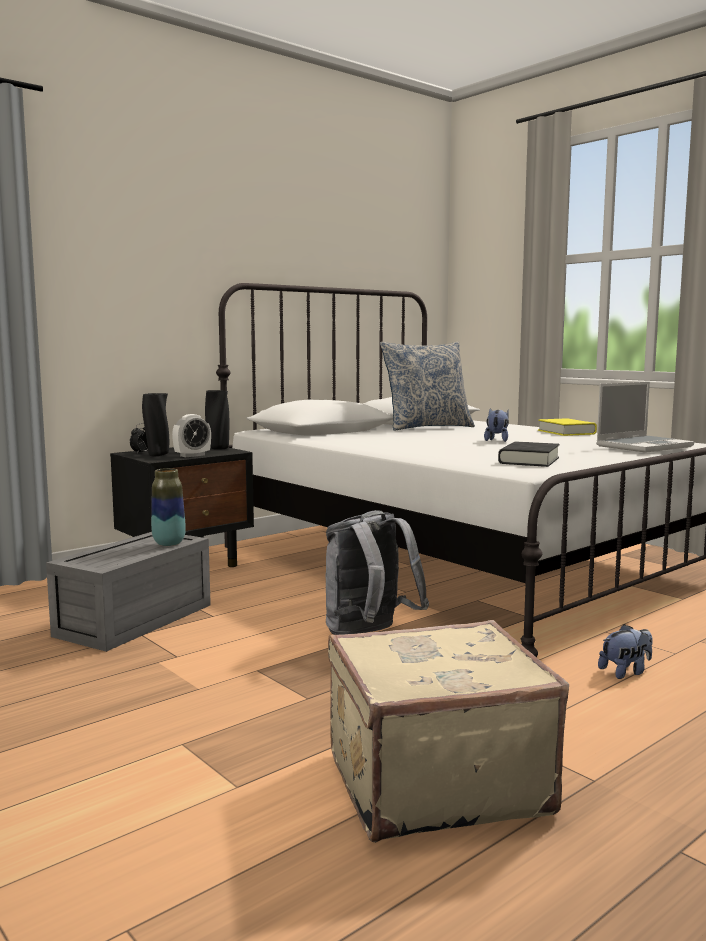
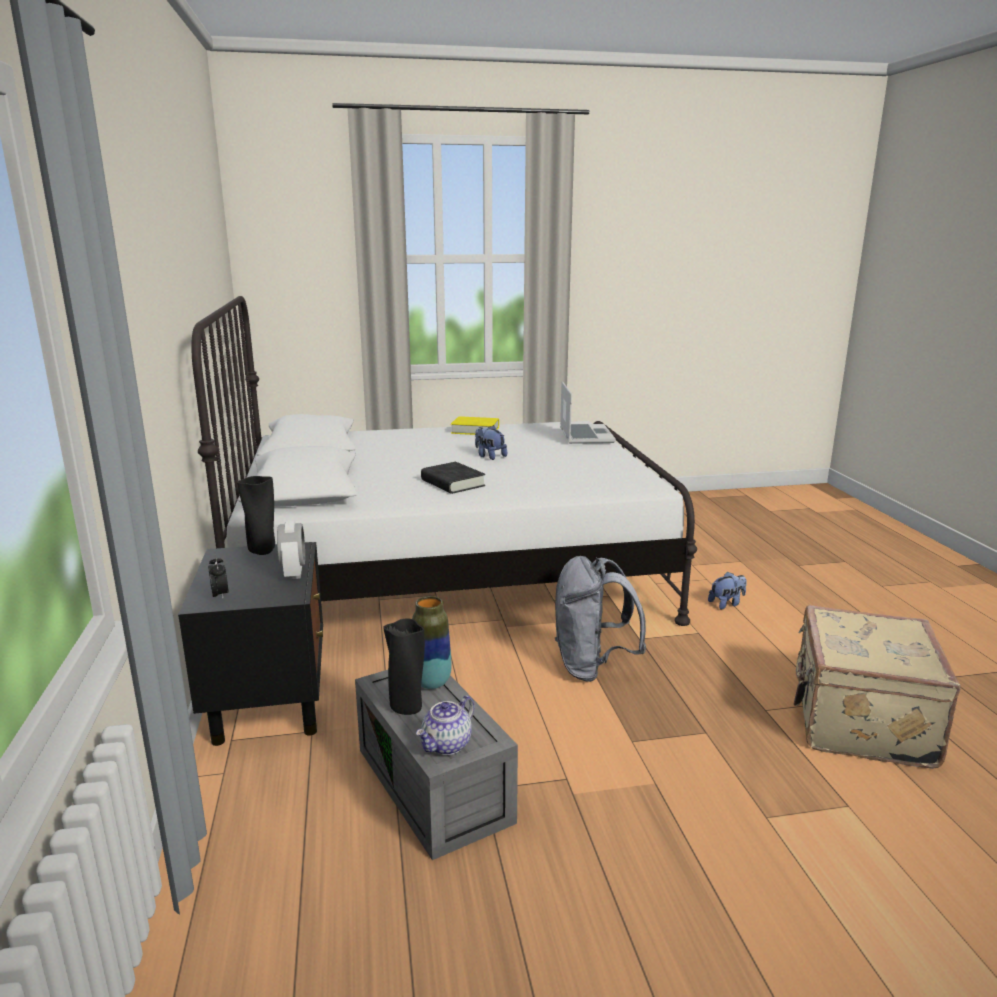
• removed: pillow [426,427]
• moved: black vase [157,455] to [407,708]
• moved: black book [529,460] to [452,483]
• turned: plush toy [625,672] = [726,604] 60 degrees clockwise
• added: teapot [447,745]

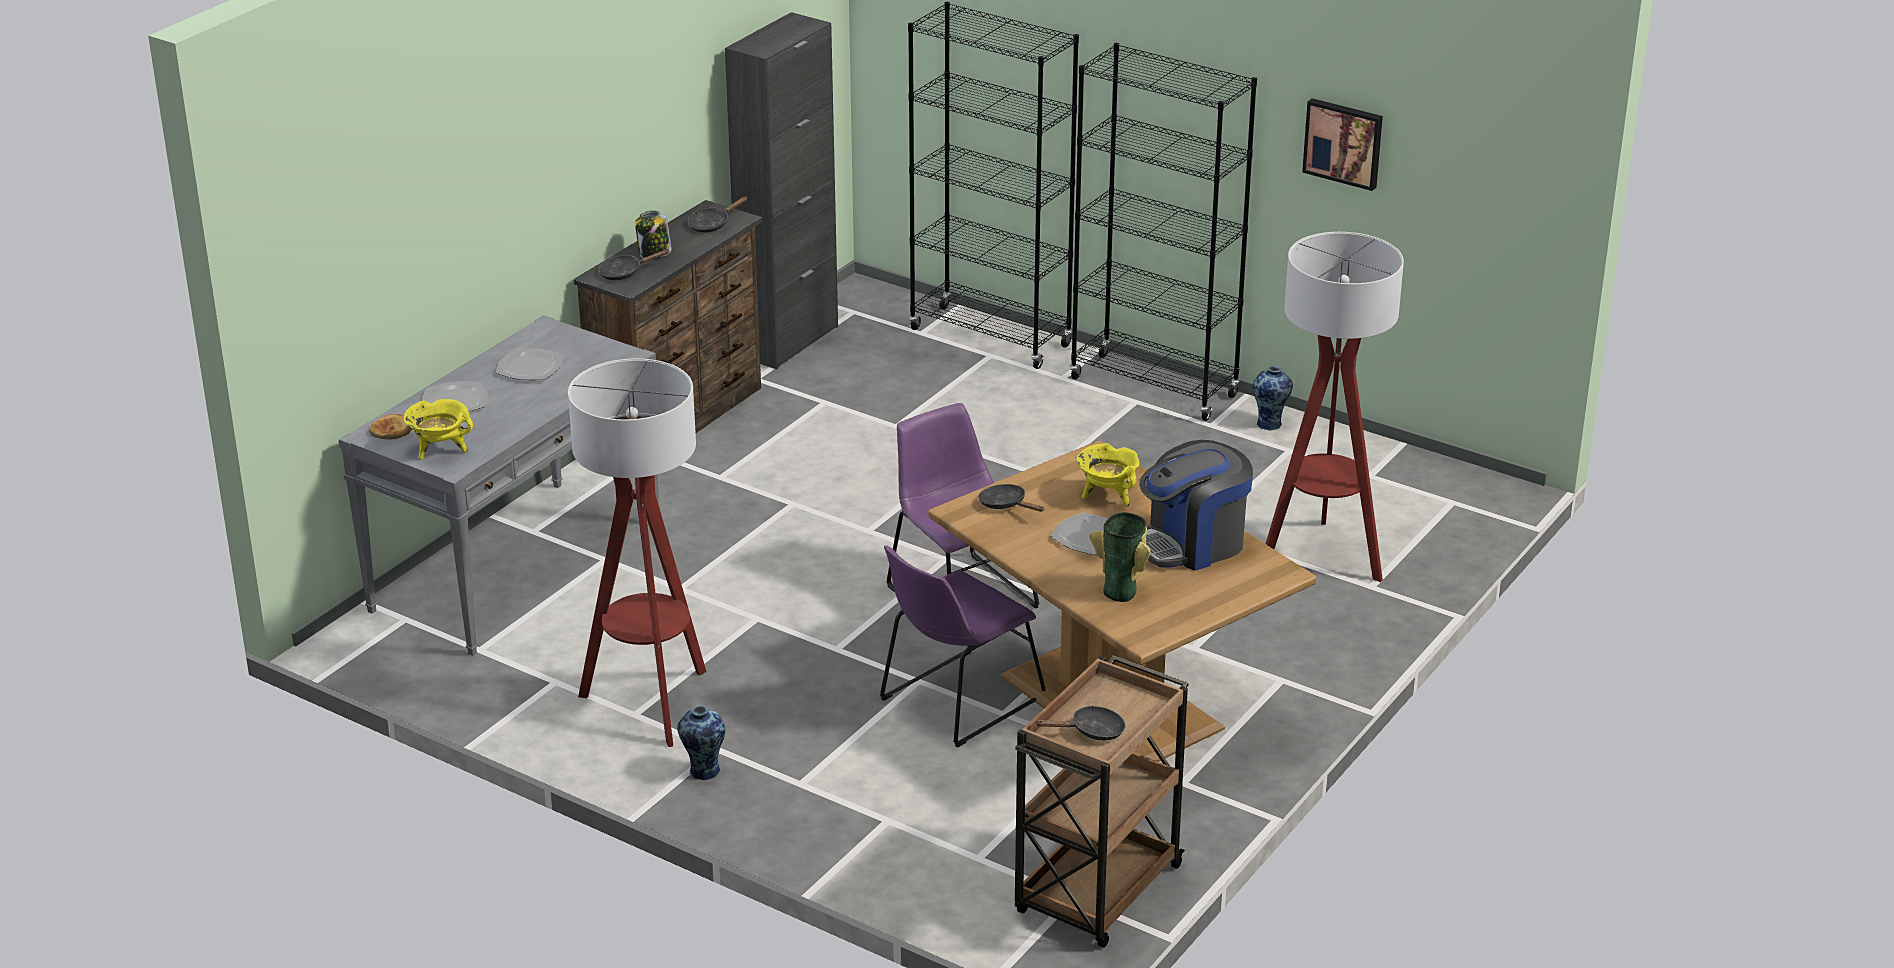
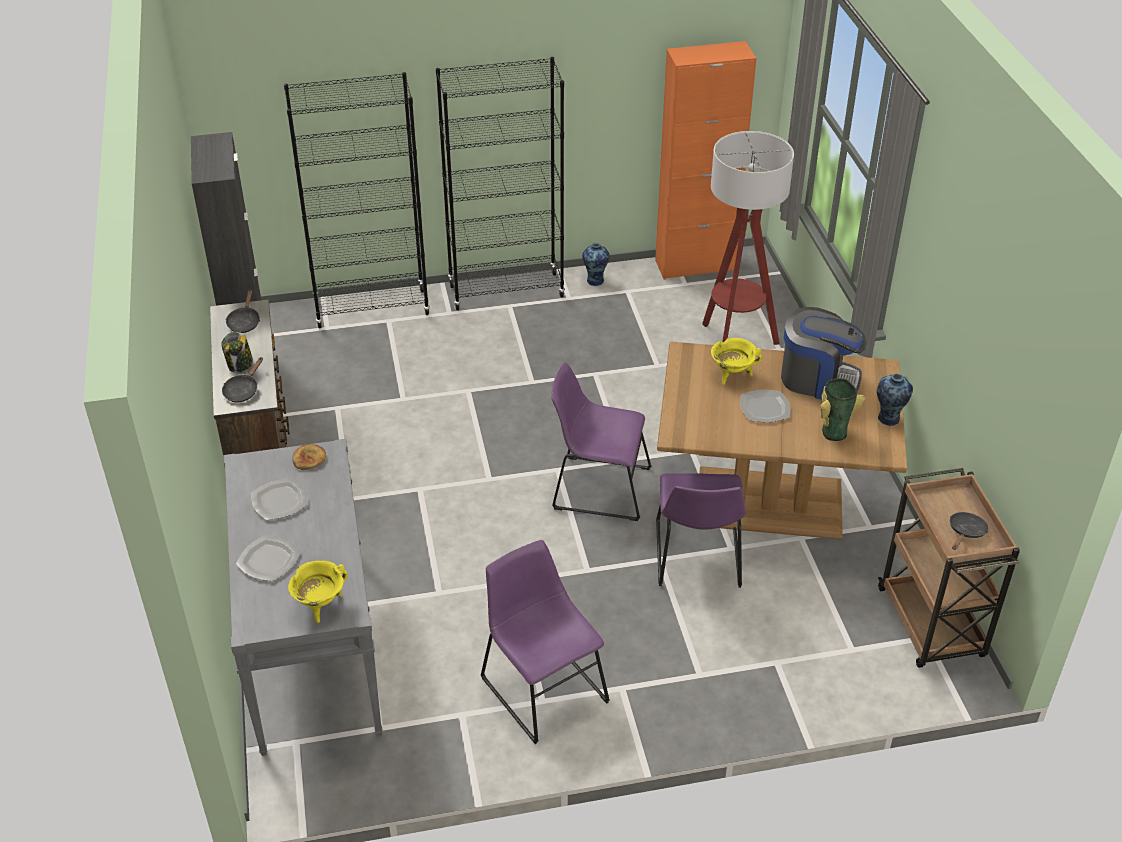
• removed: picture [1344,142]
• replaced: floor lamp [651,704] to purple chair [541,686]
• moved: bread [392,430] to [309,459]
• turned: coffee machine [1192,544] = [817,379] 90 degrees counterclockwise
• removed: black frying pan [1006,505]
• moved: vase [703,771] to [888,419]
• added: orange cabinet [695,265]

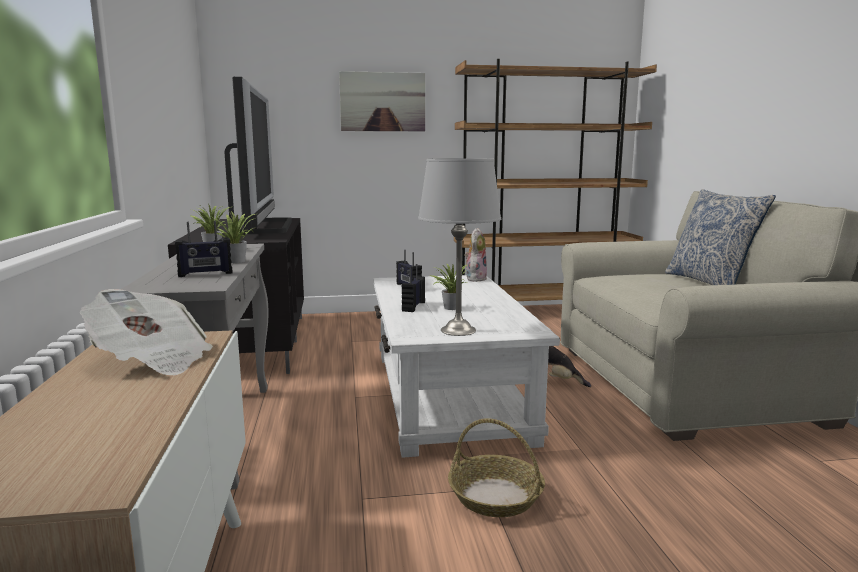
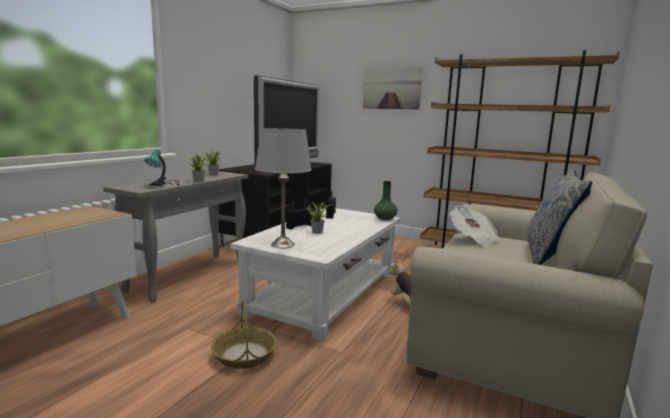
• replaced: radio [205,274] to table lamp [163,184]
• replaced: plush toy [475,278] to green vase [385,218]
• moved: newspaper [152,360] to [473,239]

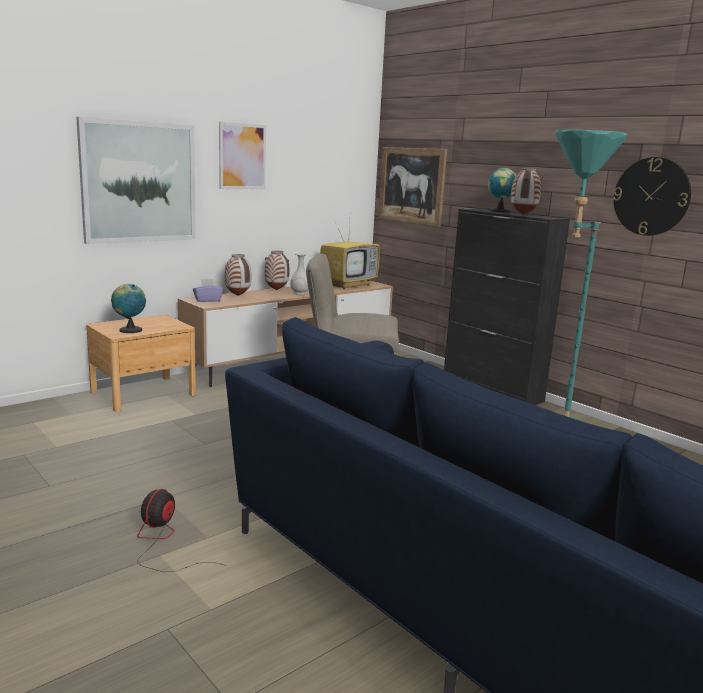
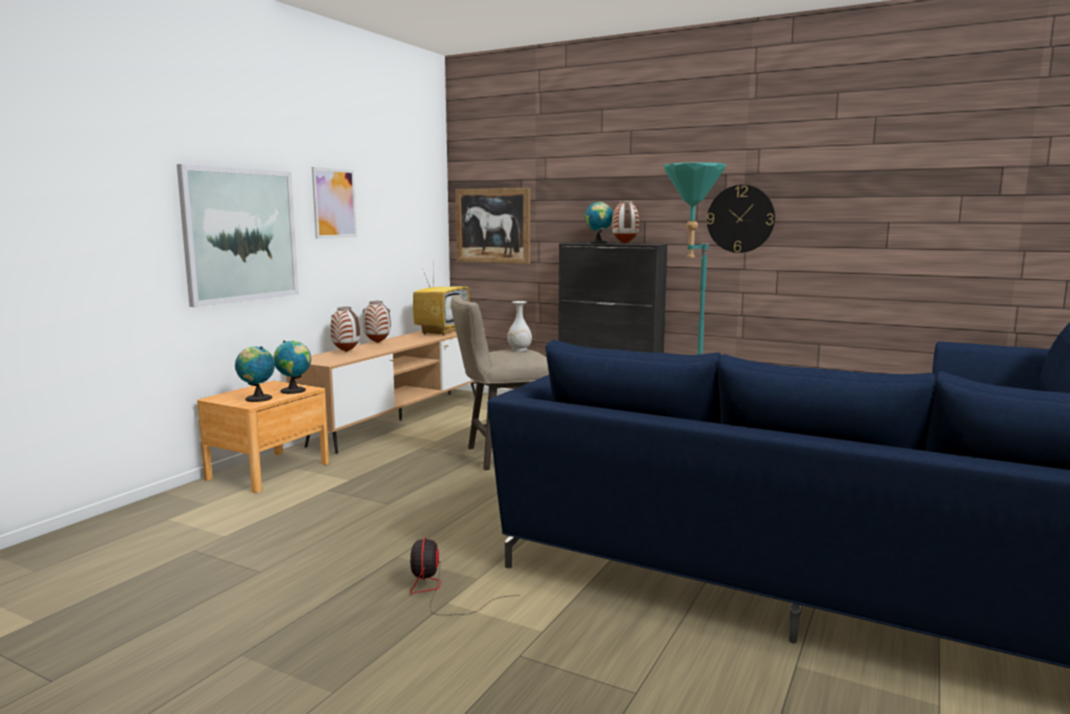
• moved: white vase [299,293] to [519,349]
• removed: purple tissue box [207,300]
• added: globe [295,391]

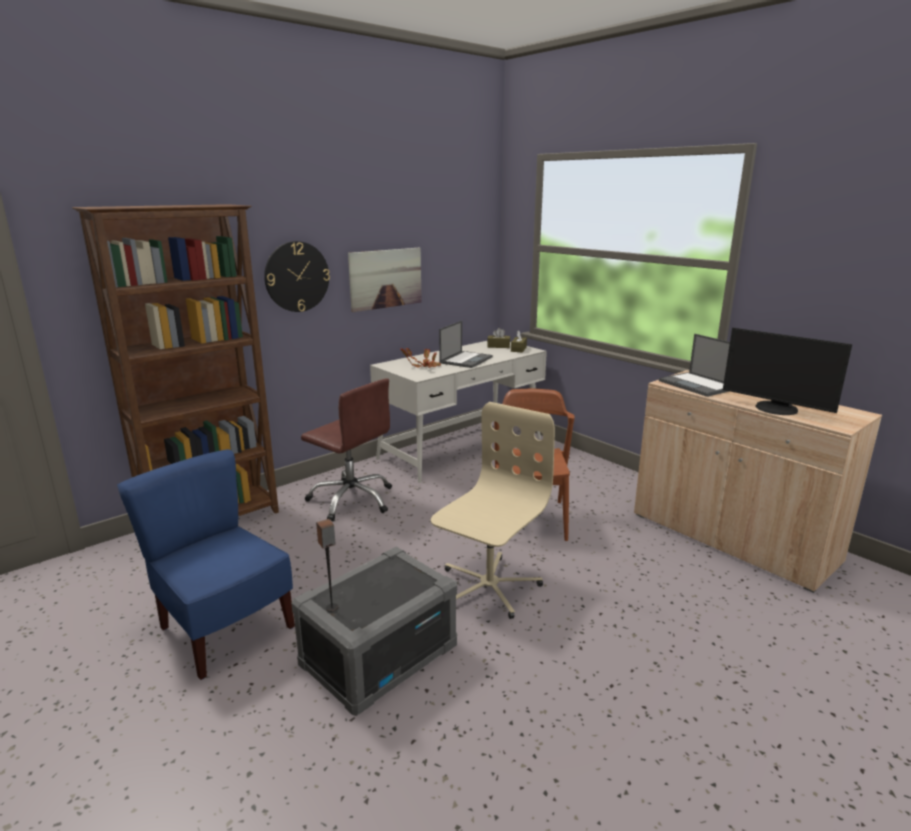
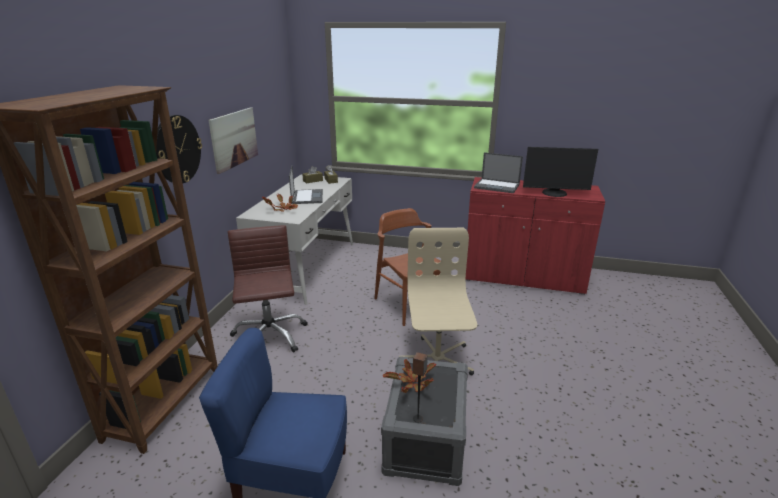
• recoloured: beige cabinet [731,538] to red cabinet [523,277]
• turned: brown office chair [352,499] = [269,336] 105 degrees counterclockwise
• added: potted plant [412,383]

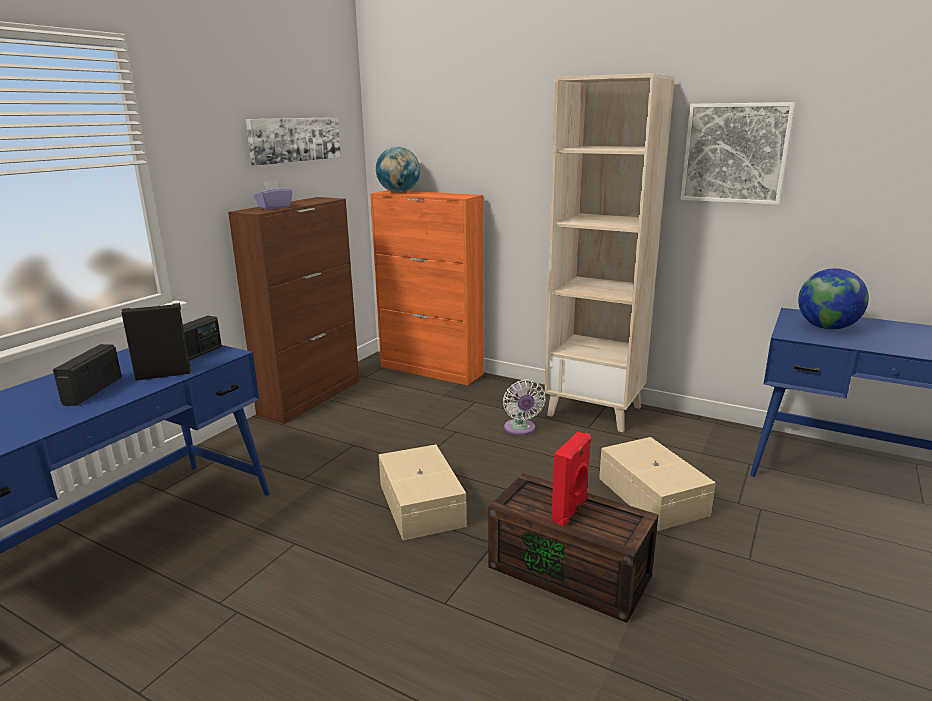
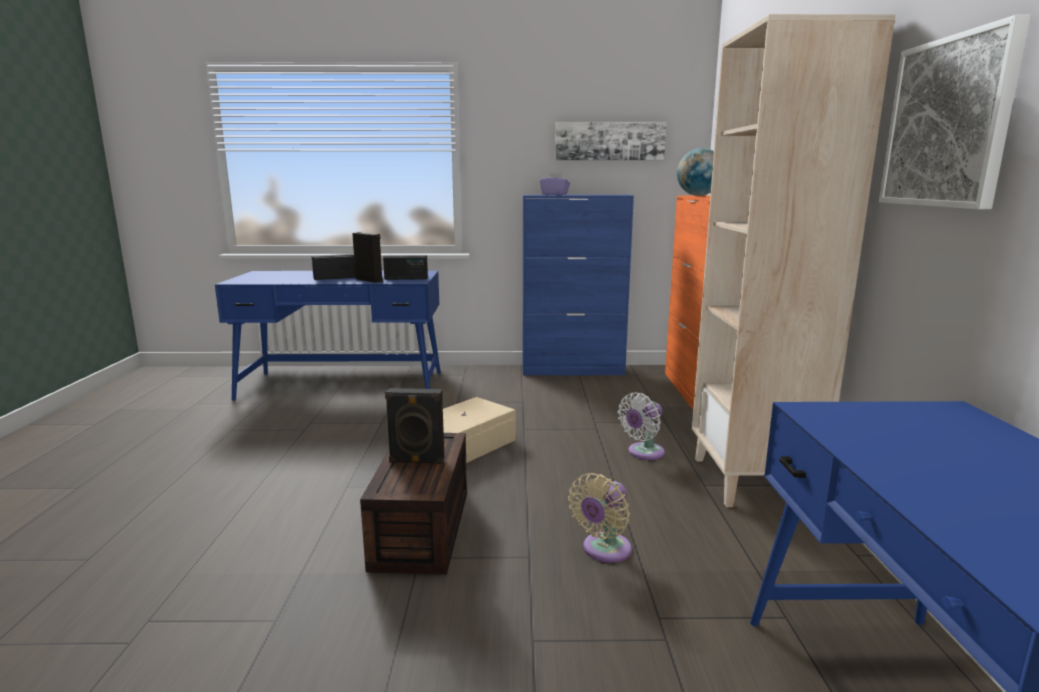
• recoloured: brown cabinet [311,397] to blue cabinet [573,370]
• removed: globe [827,328]
• recoloured: red speaker [571,510] to black speaker [416,461]
• replaced: beige storage box [653,495] to beige fan [604,551]

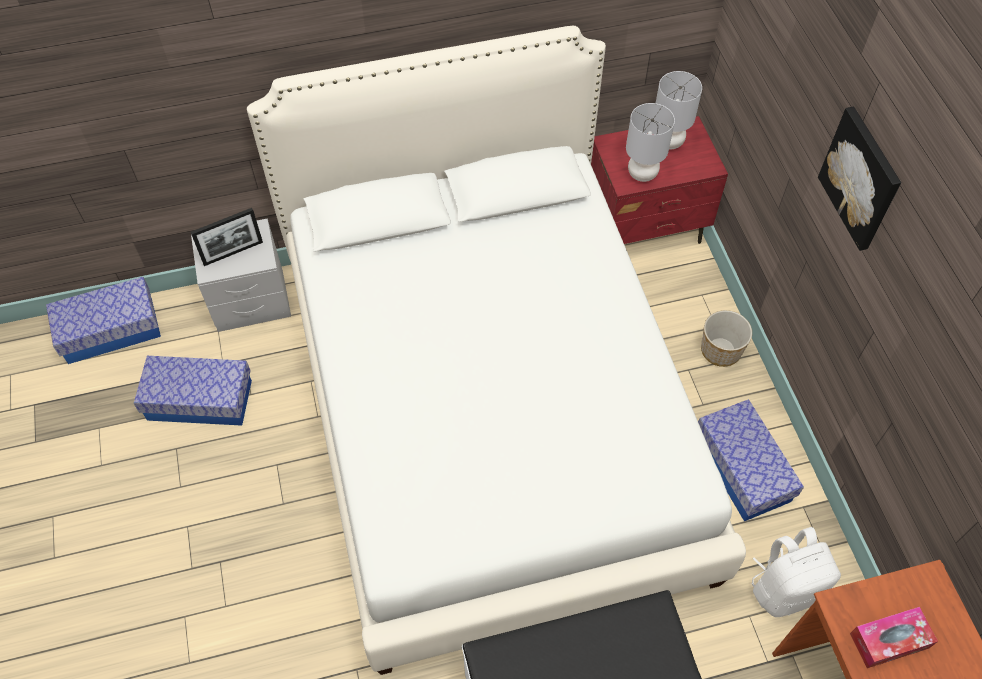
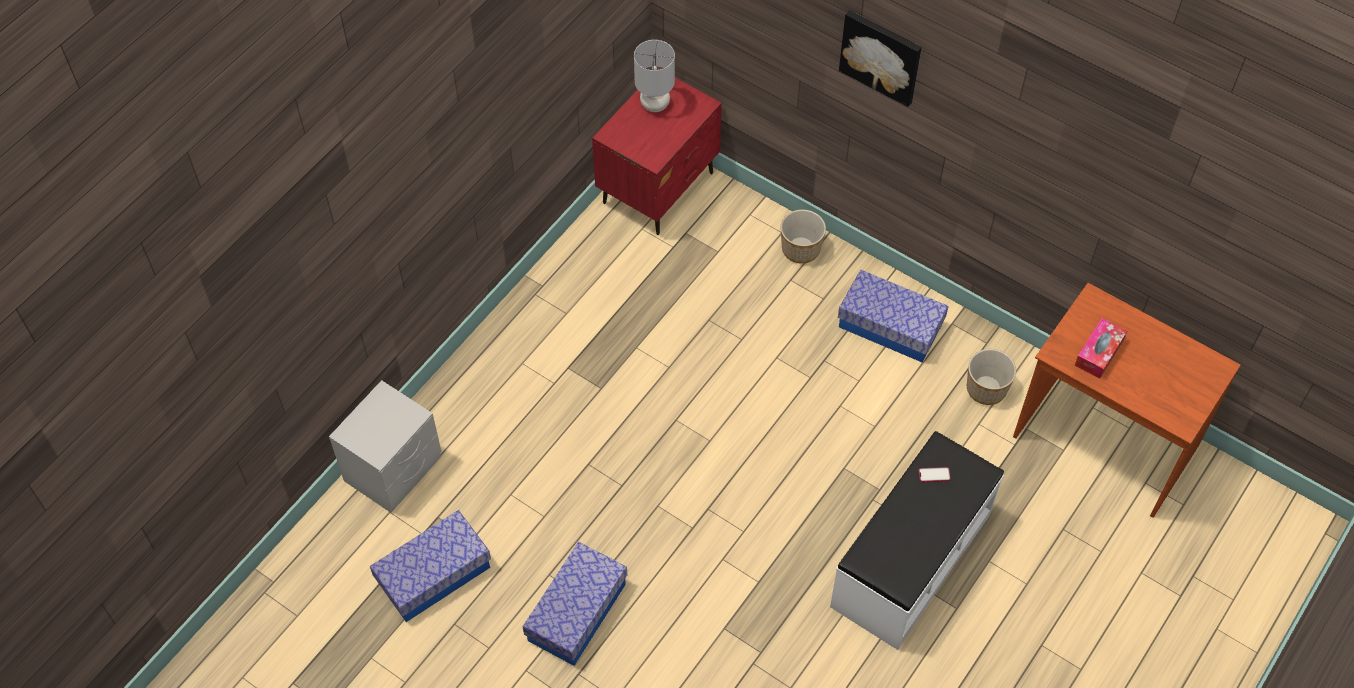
• removed: white bed [491,413]
• removed: grey table lamp [642,174]
• removed: picture frame [233,253]
• moved: storage box [111,330] to [577,612]
• replaced: white backpack [785,588] to planter [986,388]
• added: phone [934,475]

